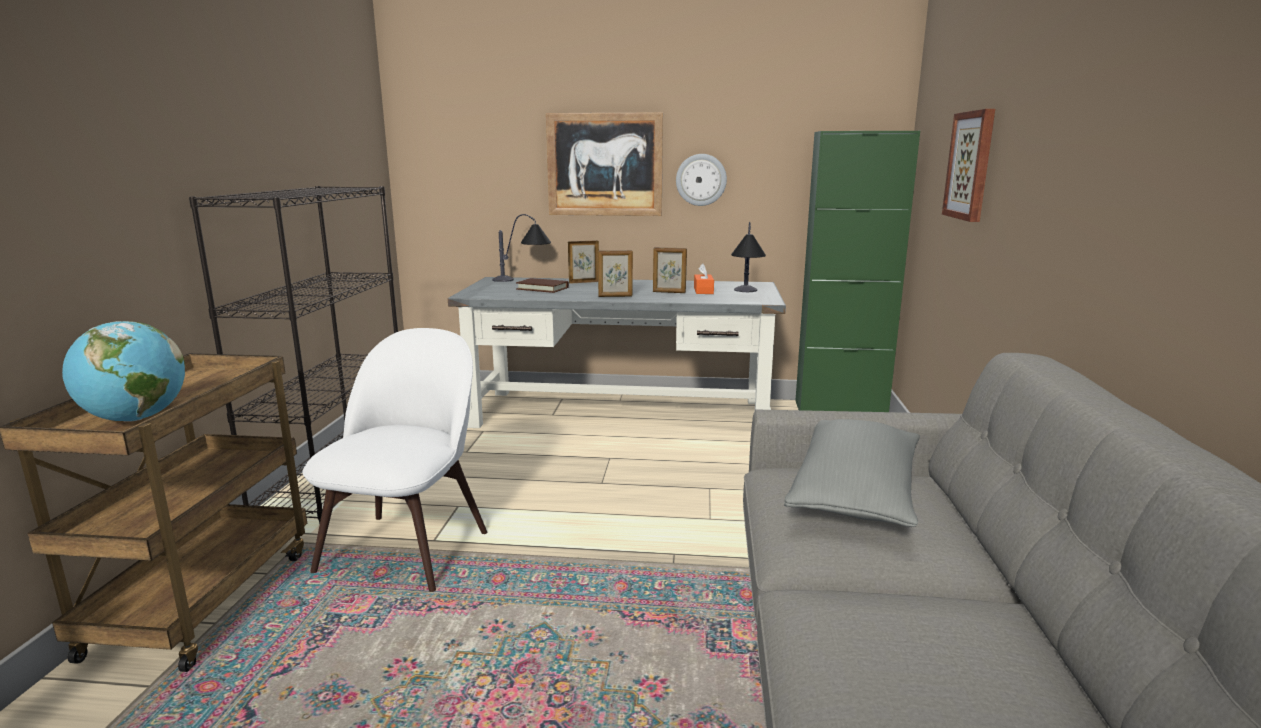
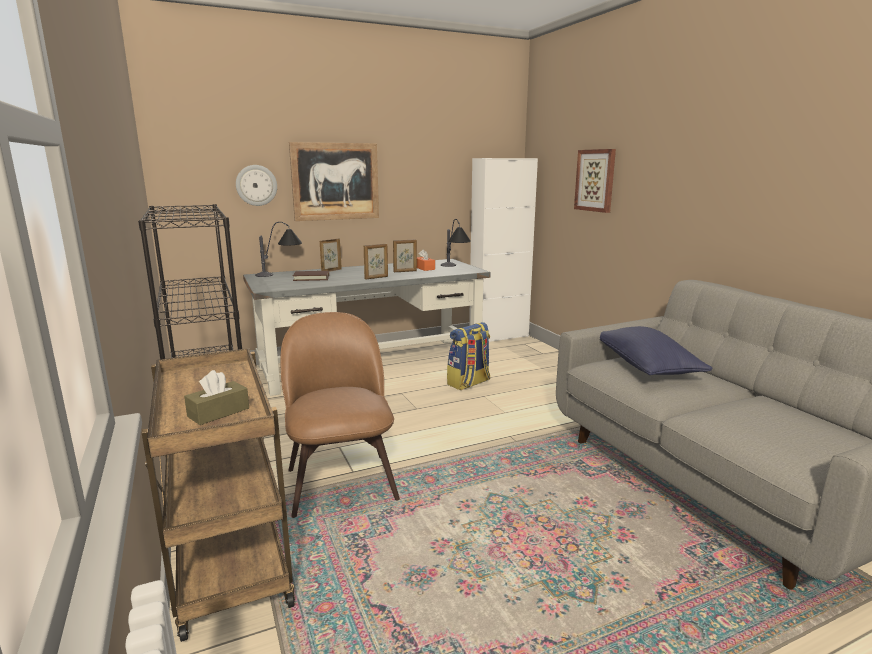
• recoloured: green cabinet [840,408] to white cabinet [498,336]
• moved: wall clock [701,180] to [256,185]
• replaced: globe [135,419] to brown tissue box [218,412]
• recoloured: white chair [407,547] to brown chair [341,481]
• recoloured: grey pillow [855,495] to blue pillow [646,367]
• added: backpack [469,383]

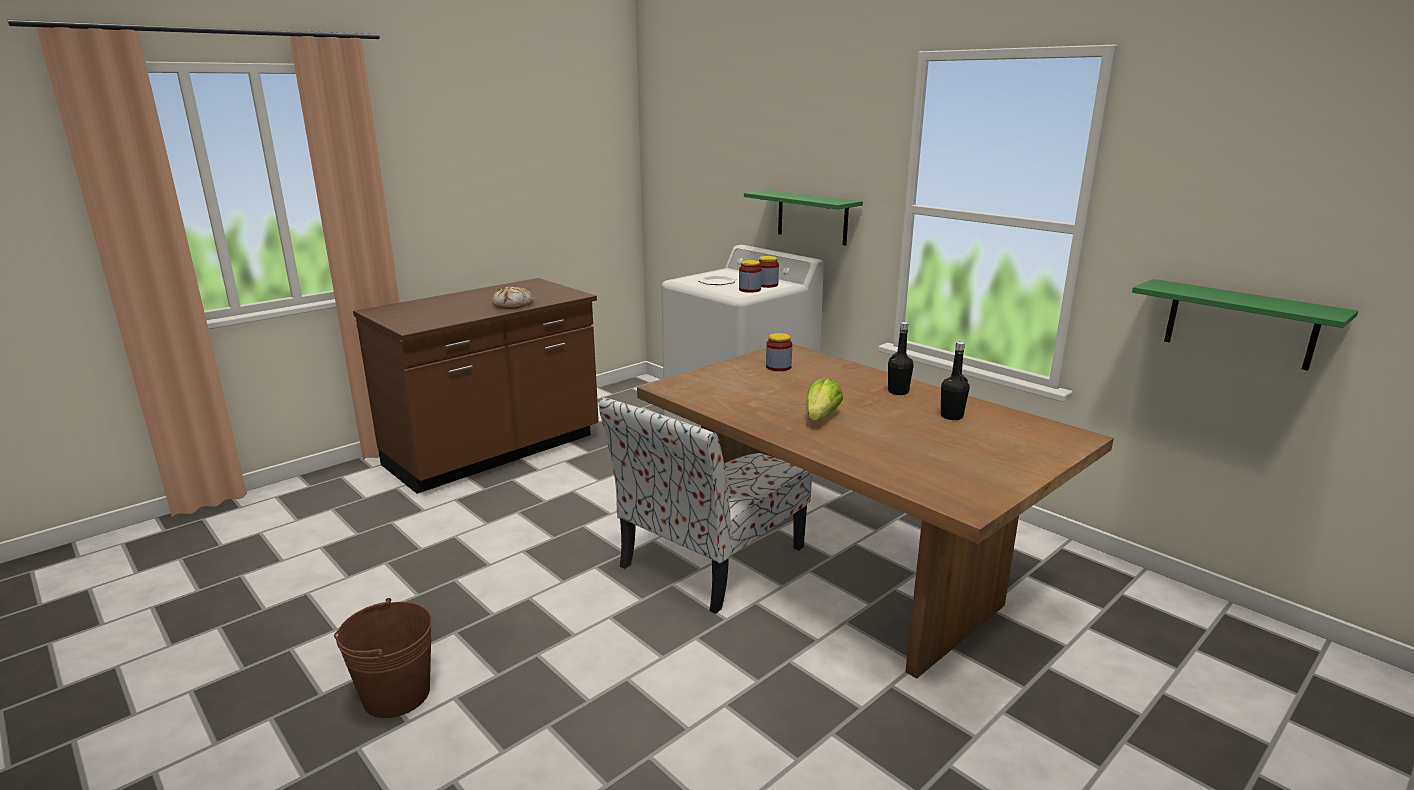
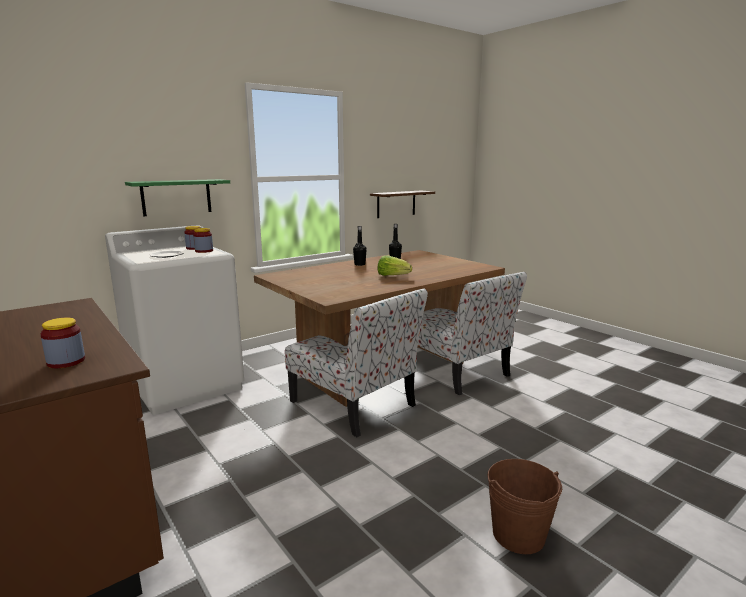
• recoloured: green shelf [1240,324] to brown shelf [396,204]
• removed: bread [513,305]
• moved: jar [778,367] to [66,361]
• added: chair [456,371]

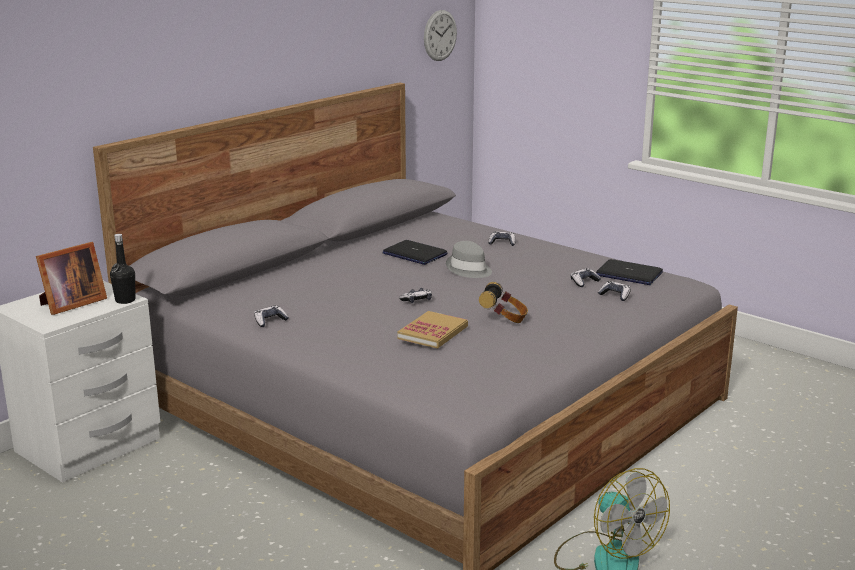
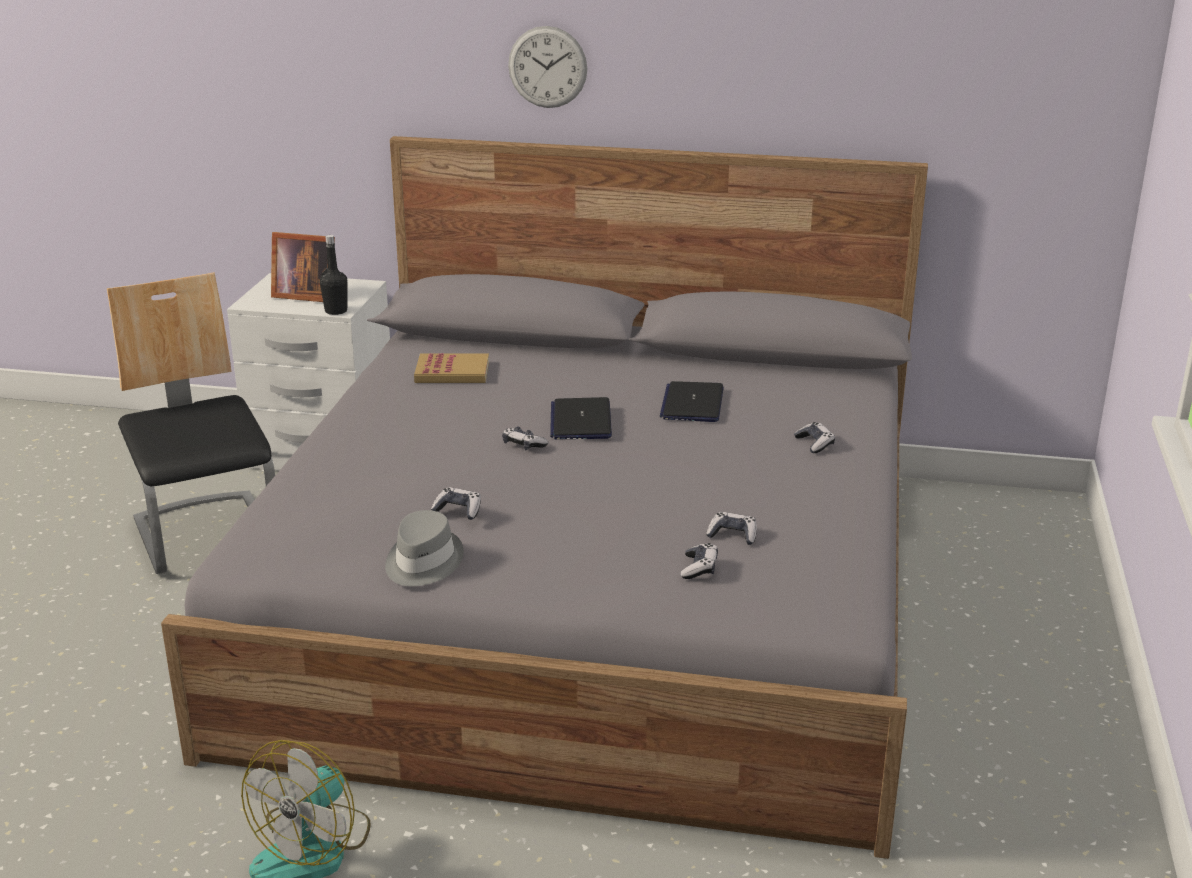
• moved: wall clock [440,35] to [547,67]
• moved: grey hat [469,269] to [422,562]
• moved: laptop [628,274] to [581,421]
• removed: headphones [504,319]
• moved: game controller [270,321] to [458,510]
• moved: book [433,332] to [452,372]
• added: chair [207,534]

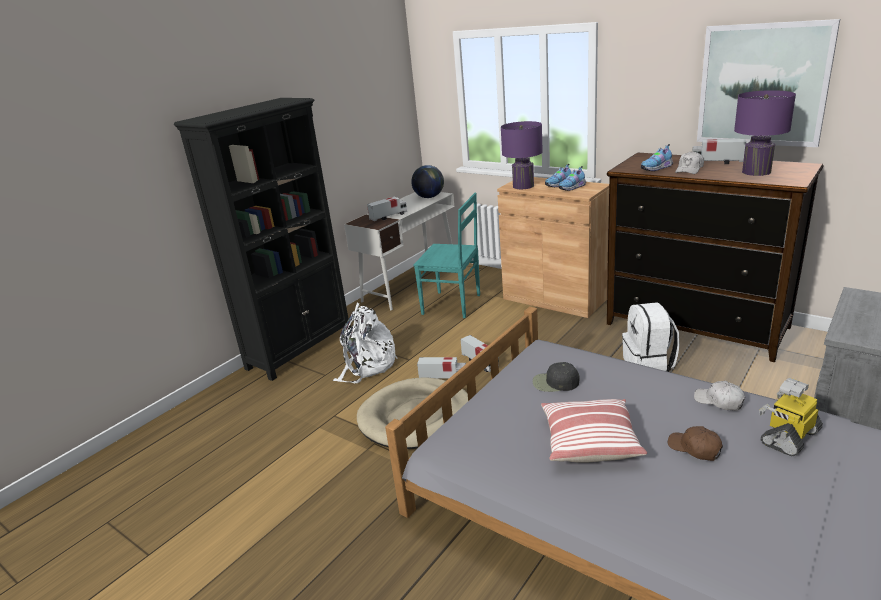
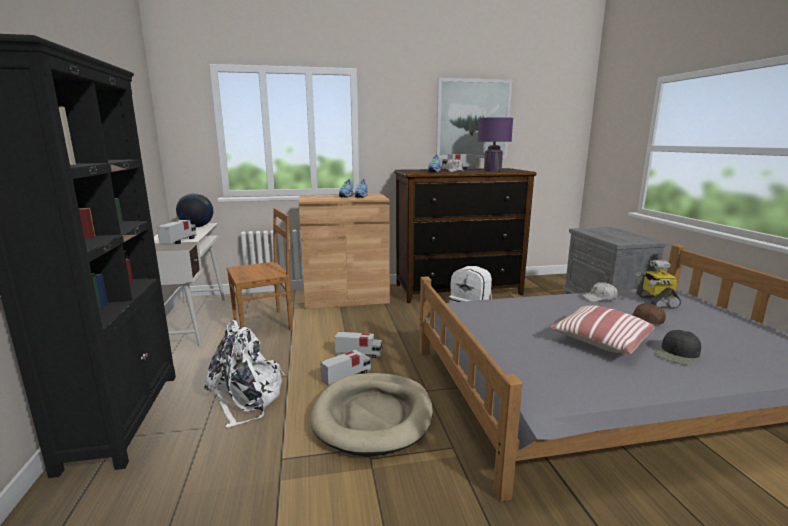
• removed: purple table lamp [523,186]
• recoloured: turquoise chair [453,304] to brown chair [264,324]
• moved: black cap [555,382] to [677,354]

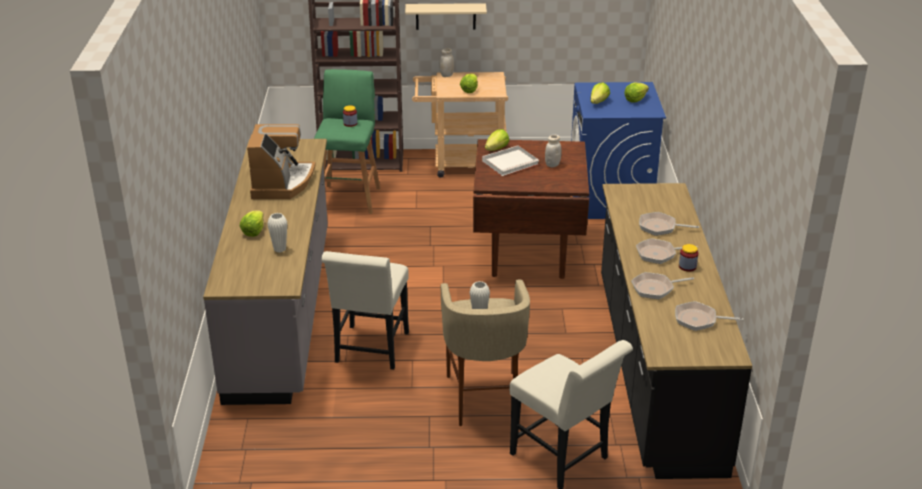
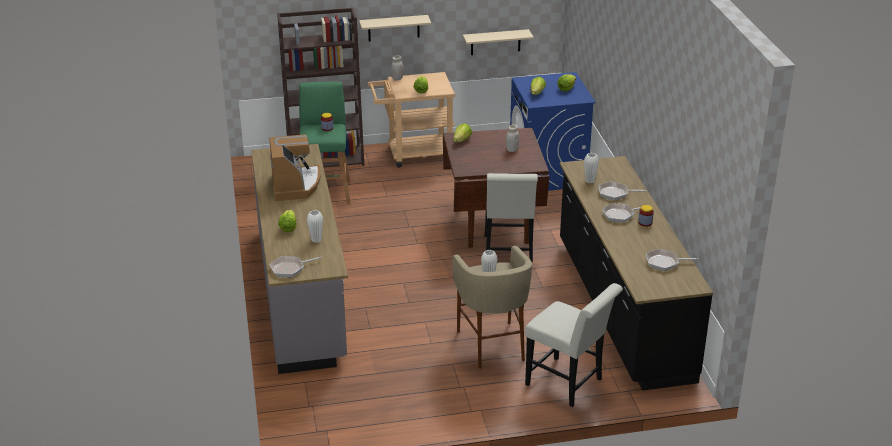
• removed: white tray [510,162]
• moved: white chair [370,351] to [508,251]
• moved: frying pan [655,288] to [290,268]
• added: beige shelf [495,42]
• added: white vase [590,181]

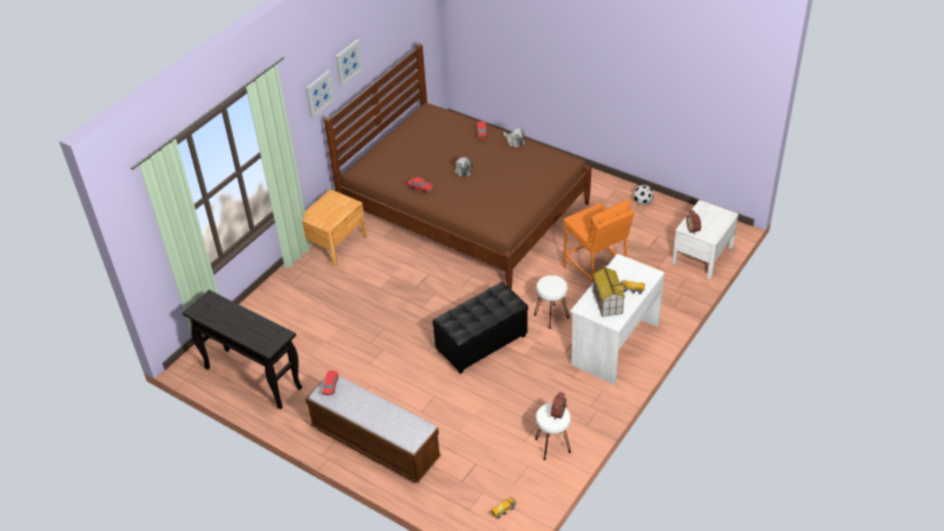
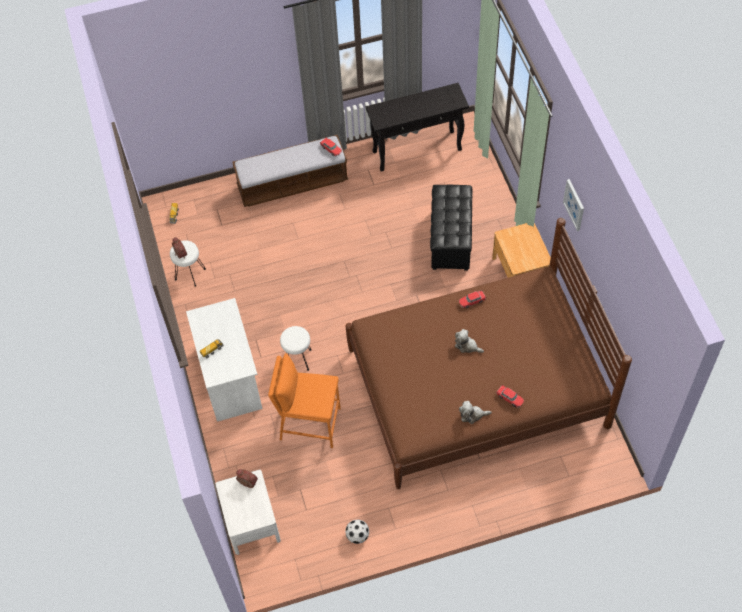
• removed: picture [348,62]
• removed: toy house [607,302]
• moved: black ottoman [482,344] to [450,240]

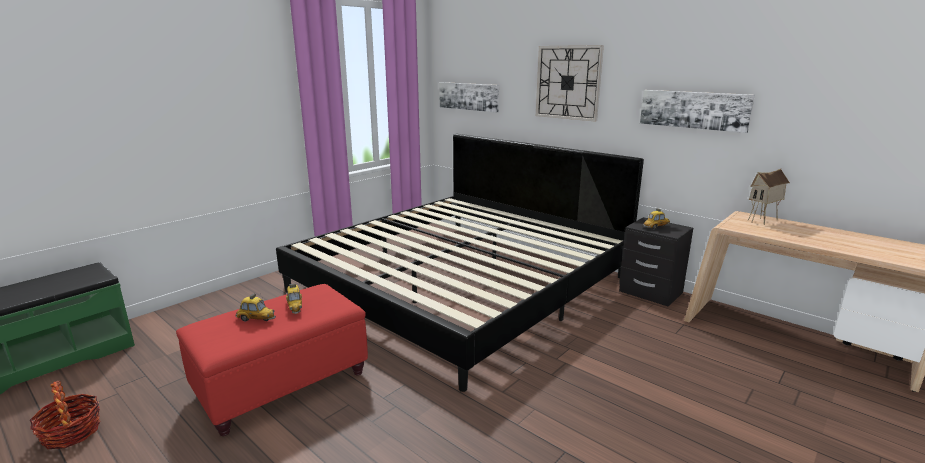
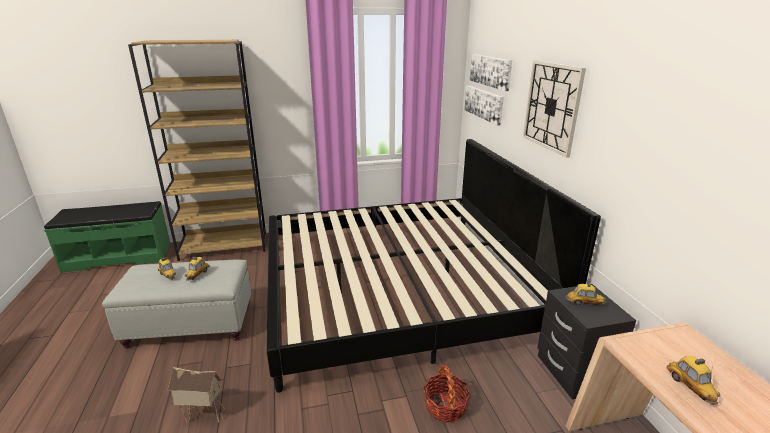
• moved: picture [694,109] to [490,71]
• moved: toy house [763,221] to [202,416]
• recoloured: red ottoman [284,383] to grey ottoman [191,325]
• moved: basket [71,432] to [445,406]
• added: brown bookcase [225,246]
• added: toy car [690,387]

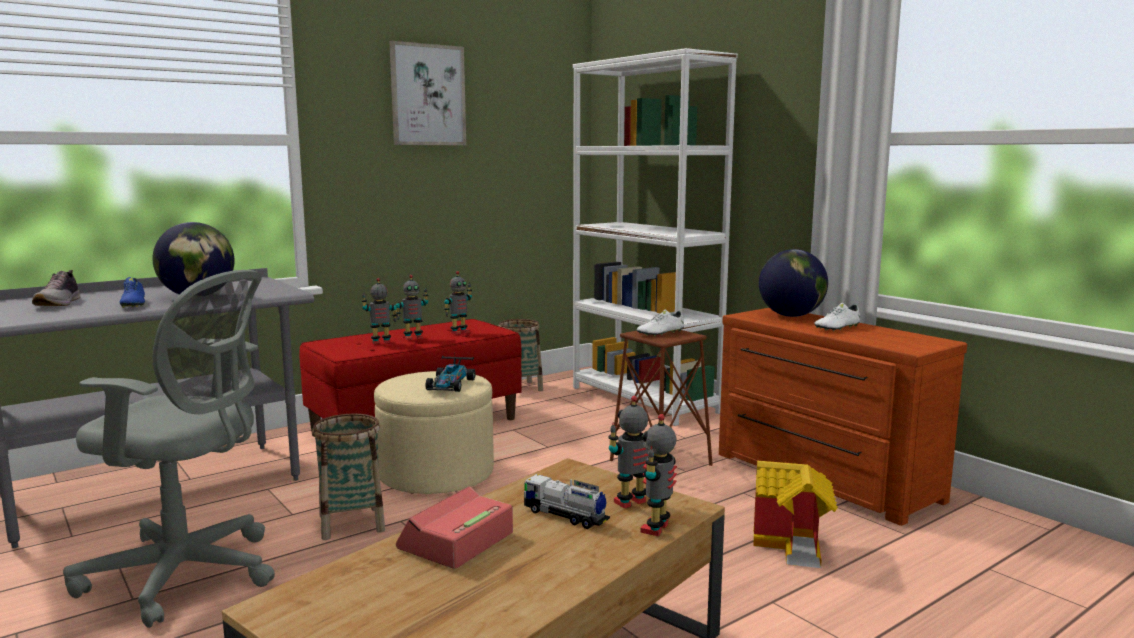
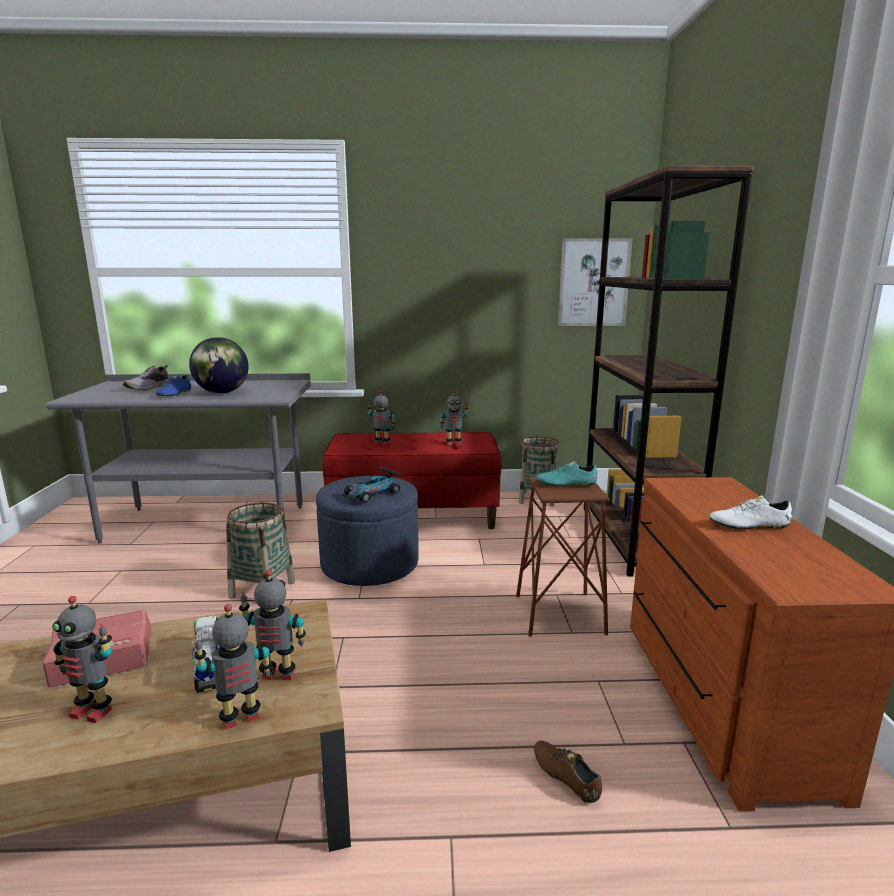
• moved: picture [427,95] to [593,282]
• recoloured: white bookcase [644,400] to brown bookcase [634,538]
• removed: globe [791,316]
• removed: grey office chair [188,575]
• moved: toy robot [413,338] to [93,711]
• recoloured: white shoe [660,333] to turquoise shoe [566,484]
• recoloured: beige ottoman [436,474] to blue ottoman [370,564]
• replaced: toy house [795,547] to brown shoe [565,777]

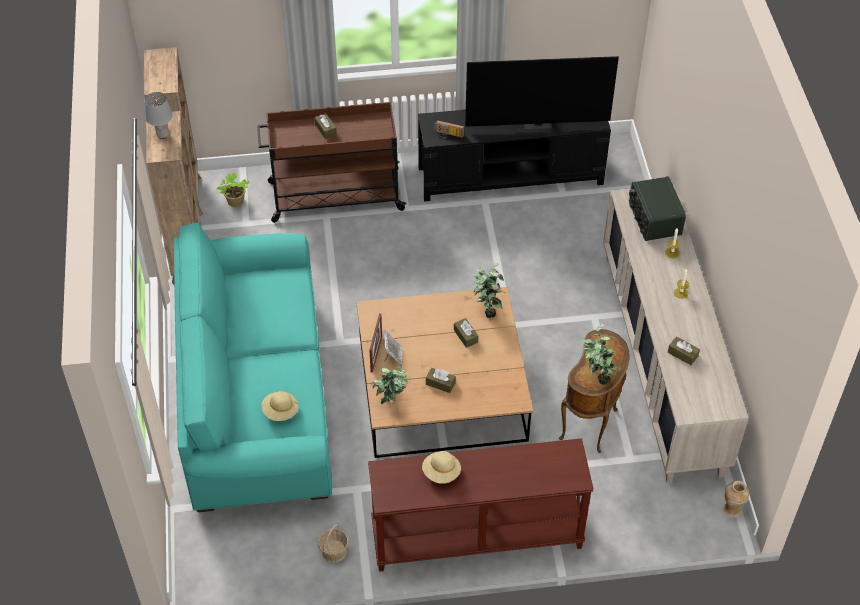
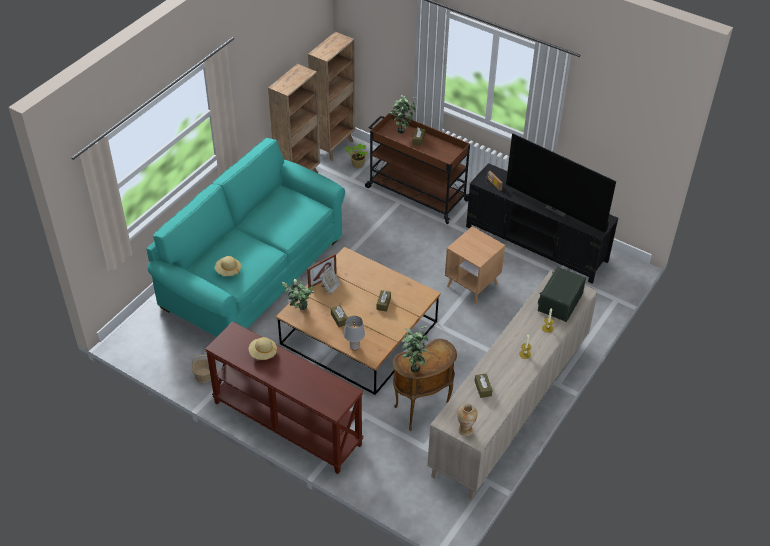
• moved: grey table lamp [163,135] to [354,347]
• moved: potted plant [487,310] to [402,129]
• moved: vase [731,510] to [465,430]
• added: brown side table [472,285]

